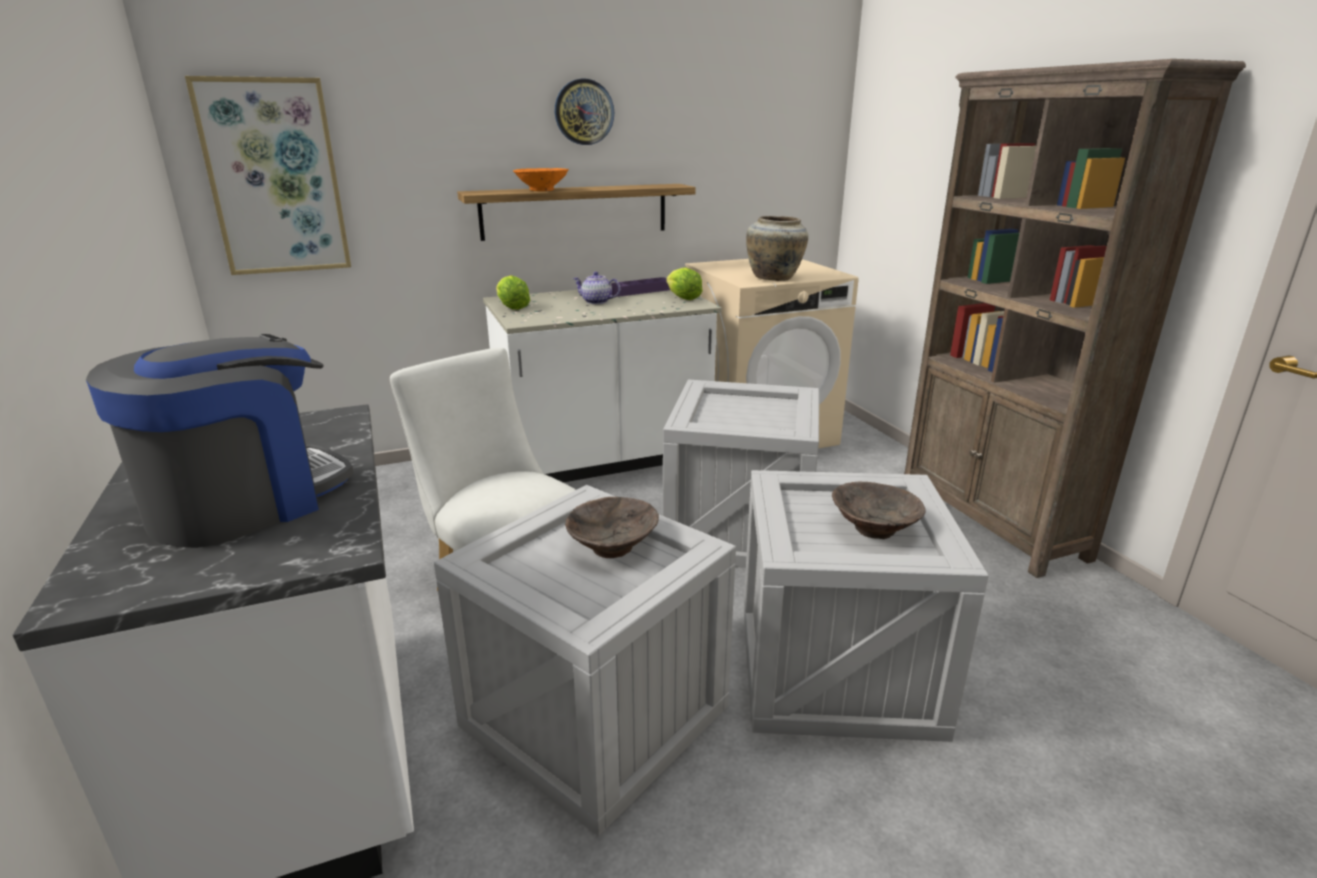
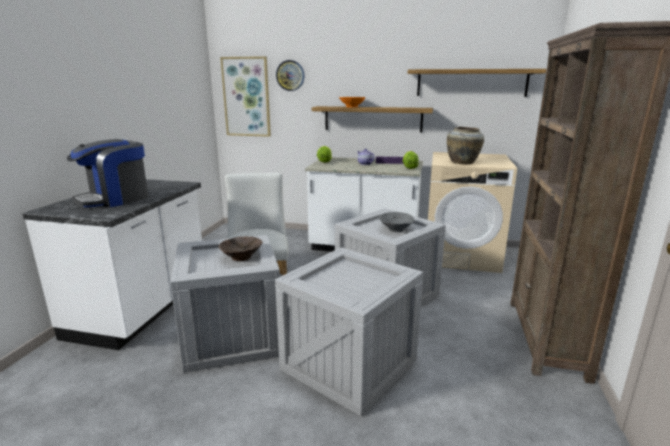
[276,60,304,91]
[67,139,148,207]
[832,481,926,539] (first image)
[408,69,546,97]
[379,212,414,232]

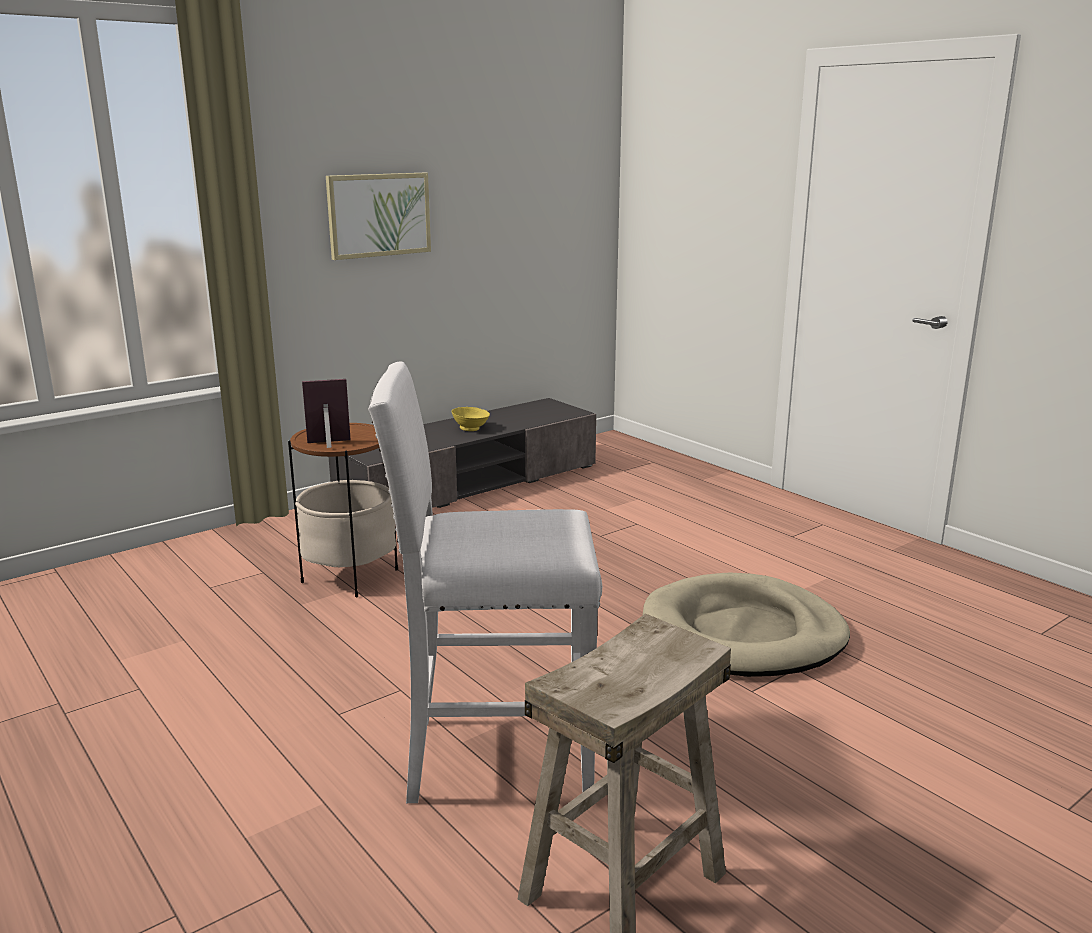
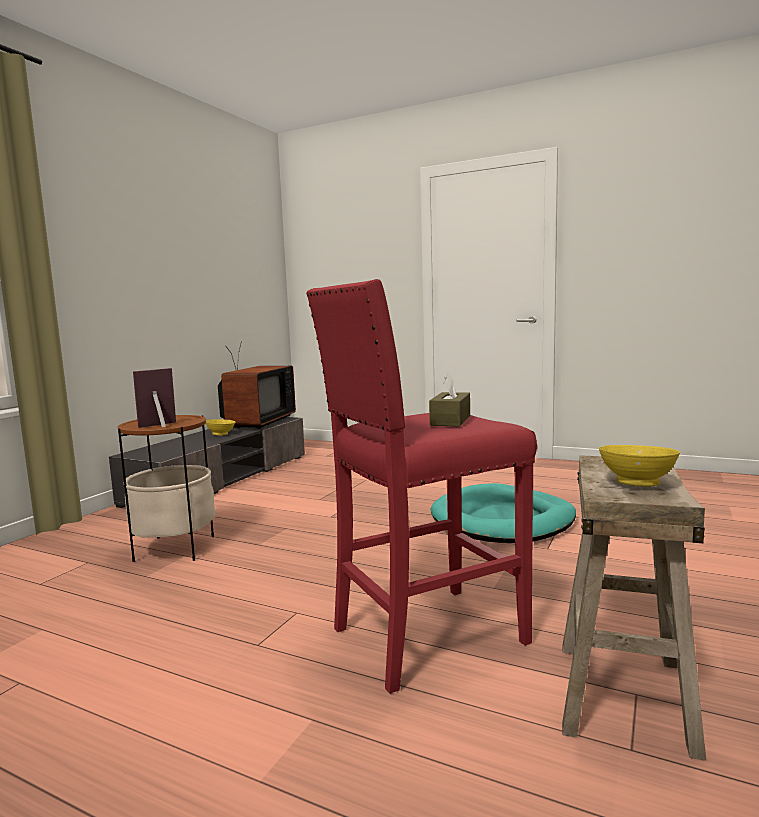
[326,173,431,260] (first image)
[306,279,537,694]
[431,483,576,543]
[218,341,296,429]
[429,373,470,427]
[599,445,680,487]

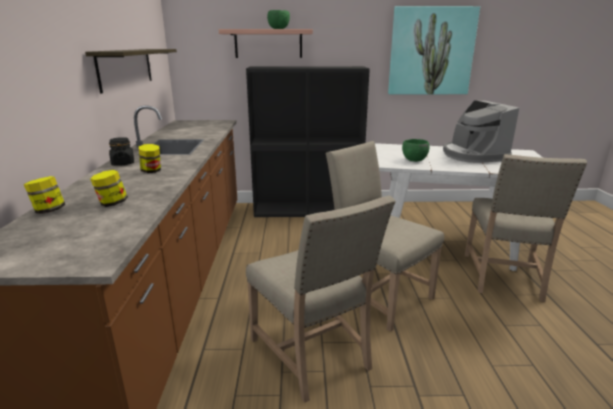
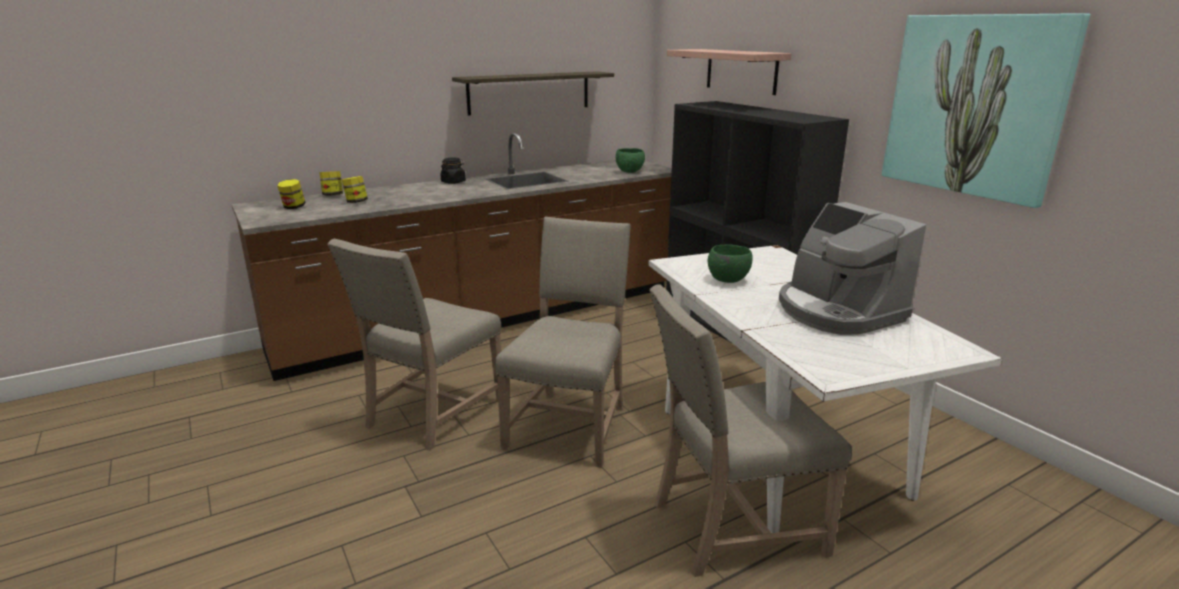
[616,148,645,173]
[779,202,926,335]
[277,179,306,209]

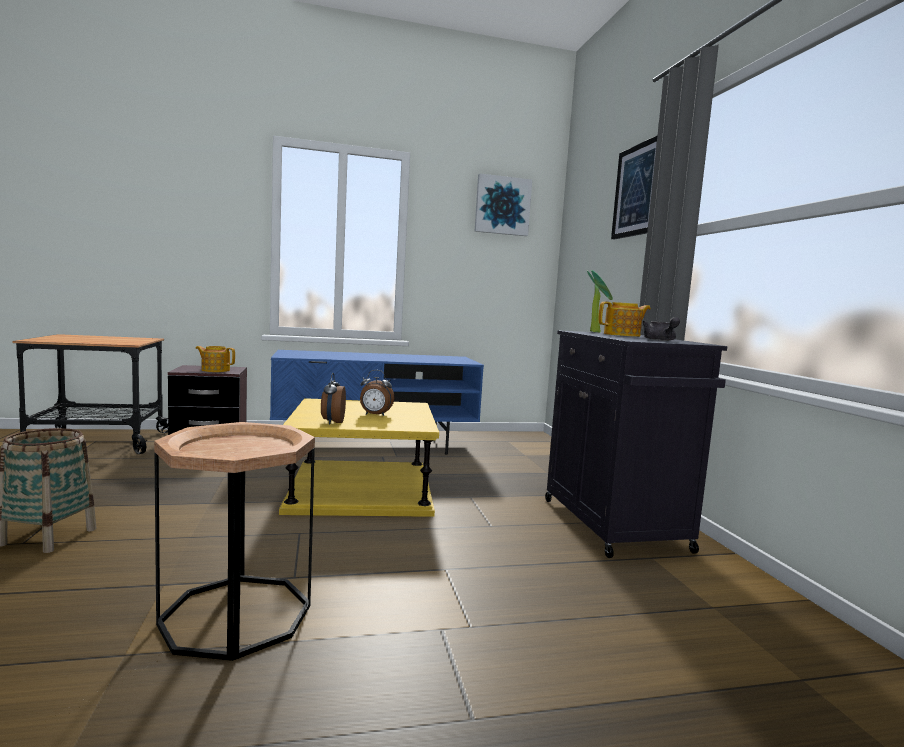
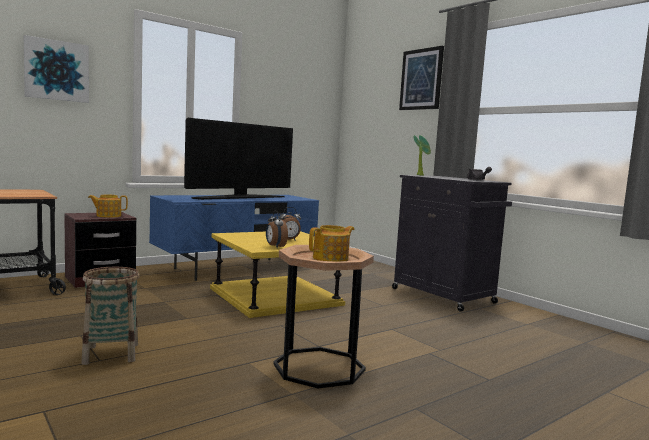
[24,35,89,103]
[309,225,355,261]
[184,118,293,200]

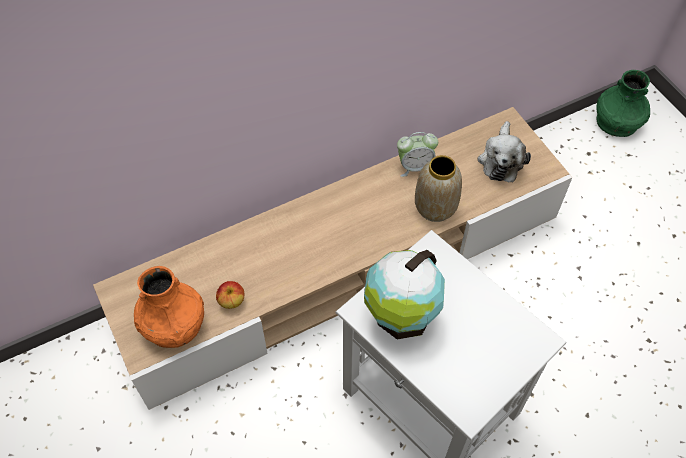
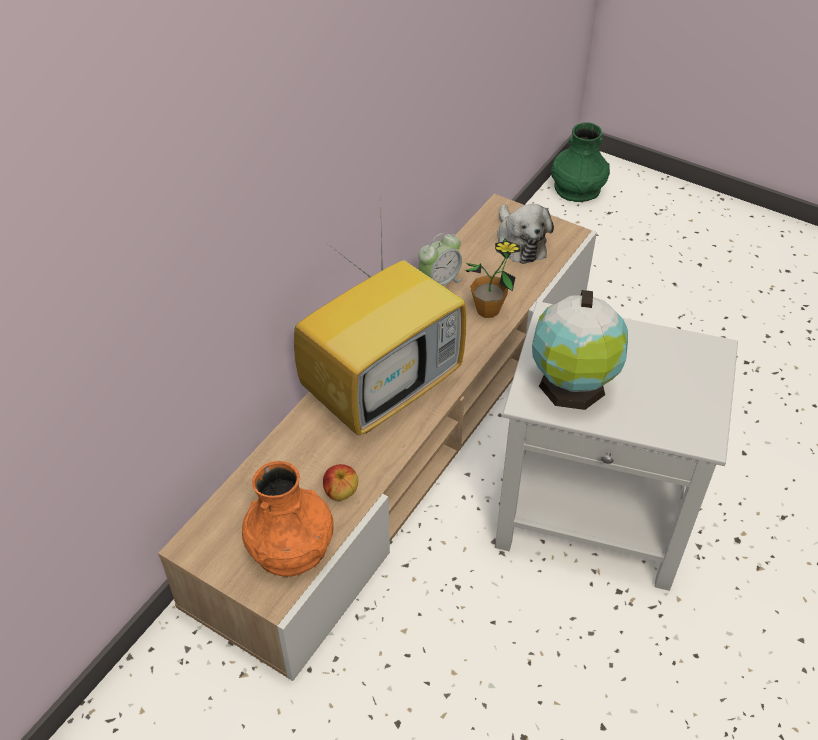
[465,238,520,318]
[294,220,466,436]

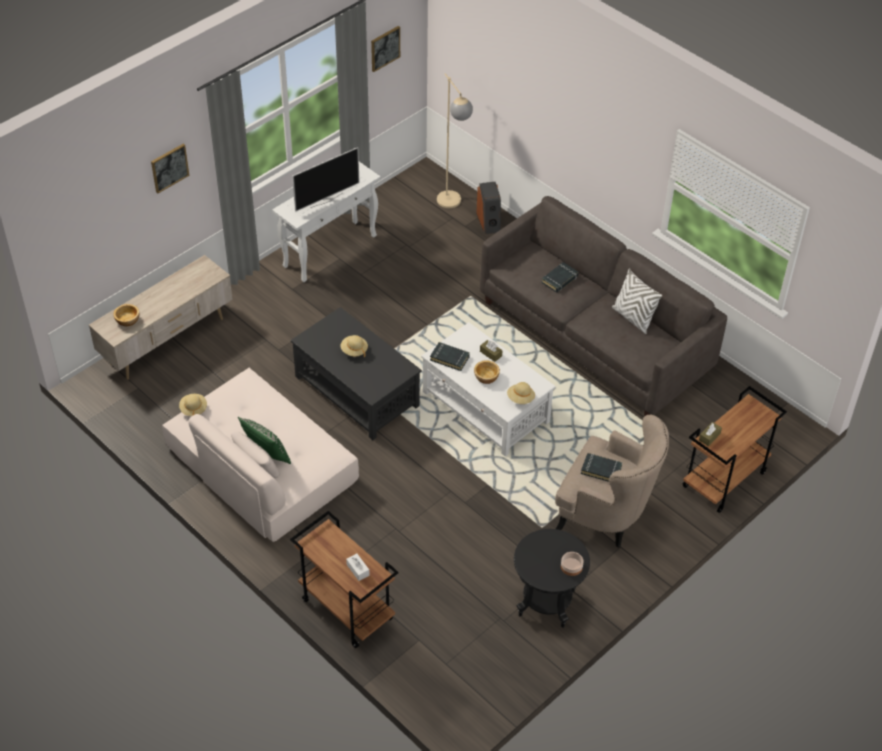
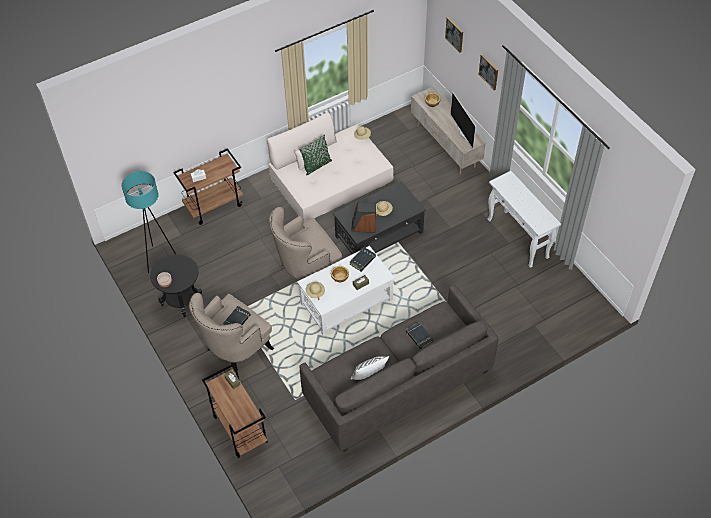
[445,17,463,52]
[437,73,473,208] (first image)
[450,92,476,149]
[351,202,376,233]
[121,171,176,273]
[269,207,342,281]

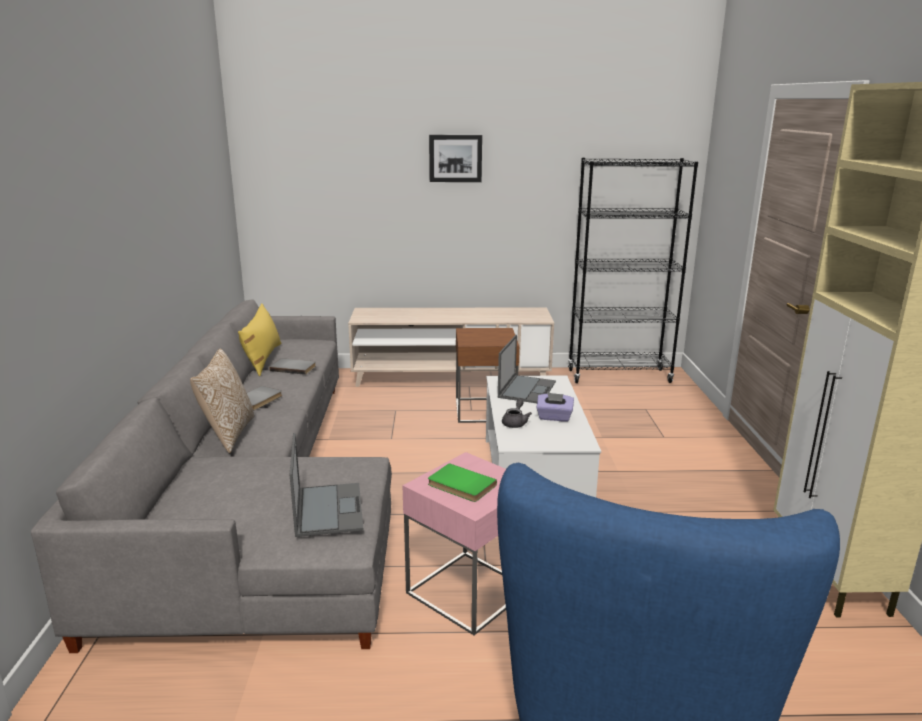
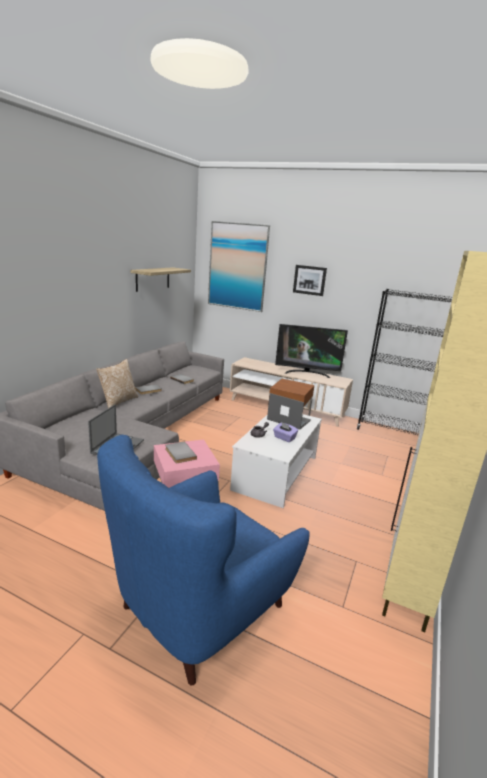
[238,303,281,376] (first image)
[267,393,311,430]
[165,441,197,463]
[208,221,270,312]
[130,267,191,292]
[275,324,348,378]

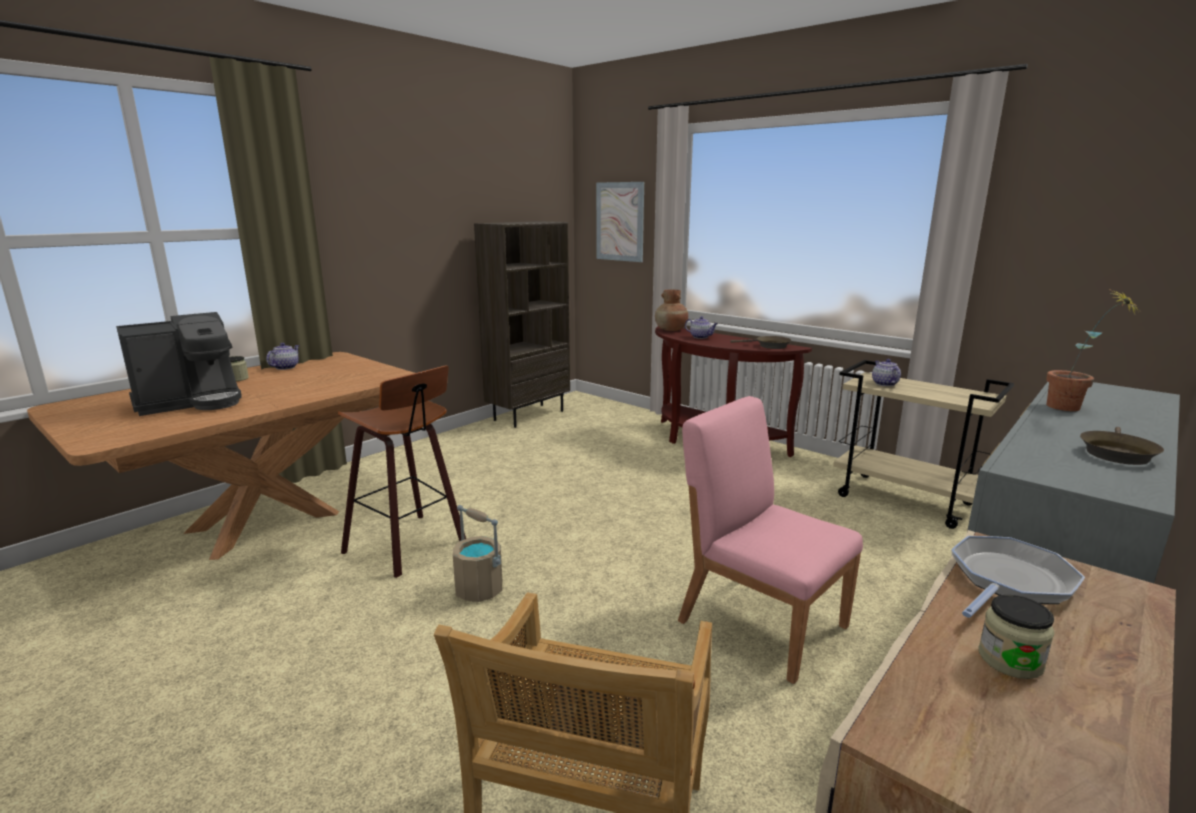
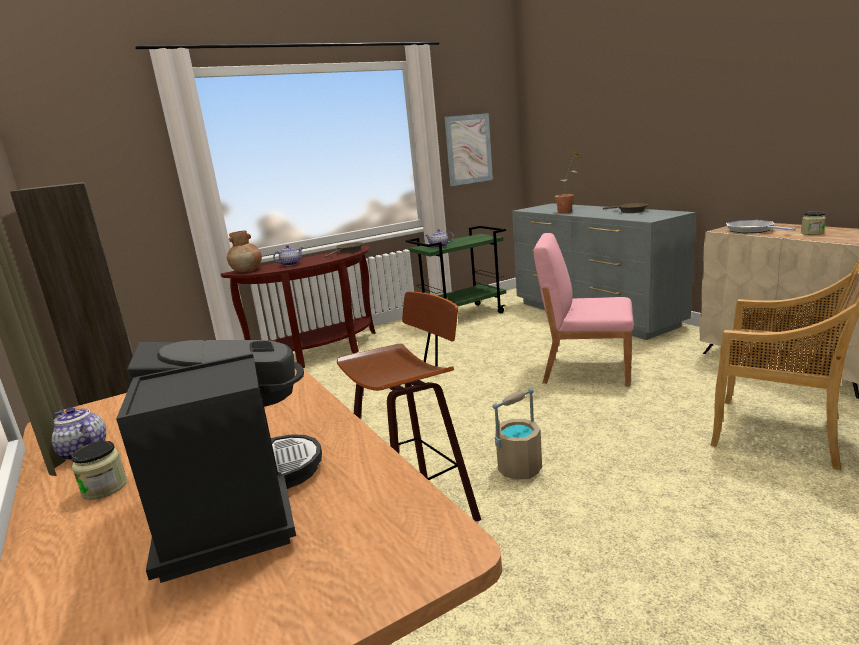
[444,113,493,186]
[405,226,506,313]
[533,233,634,387]

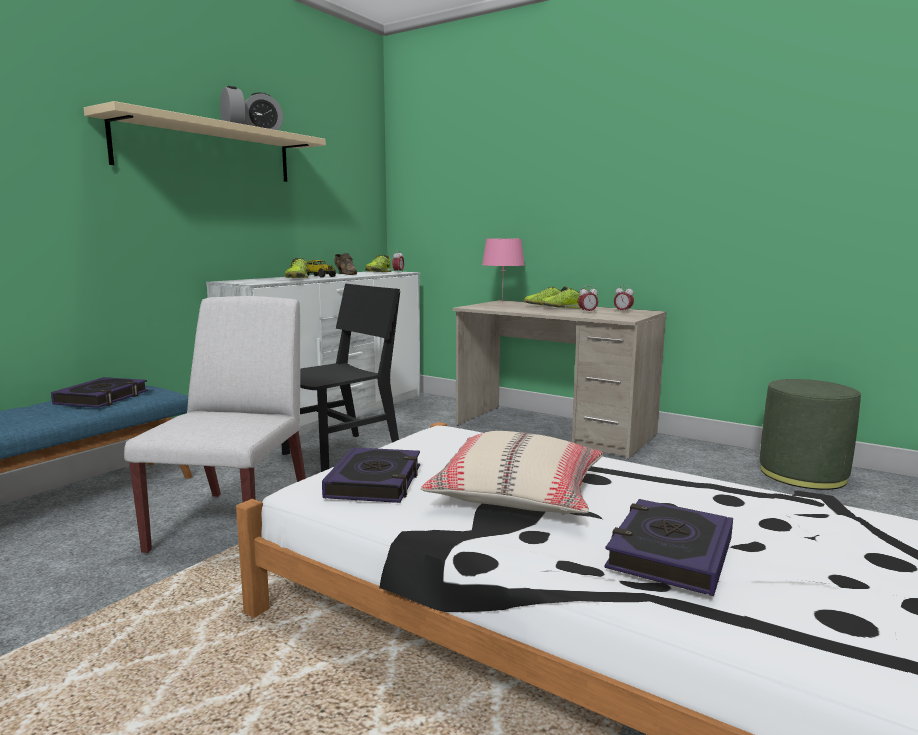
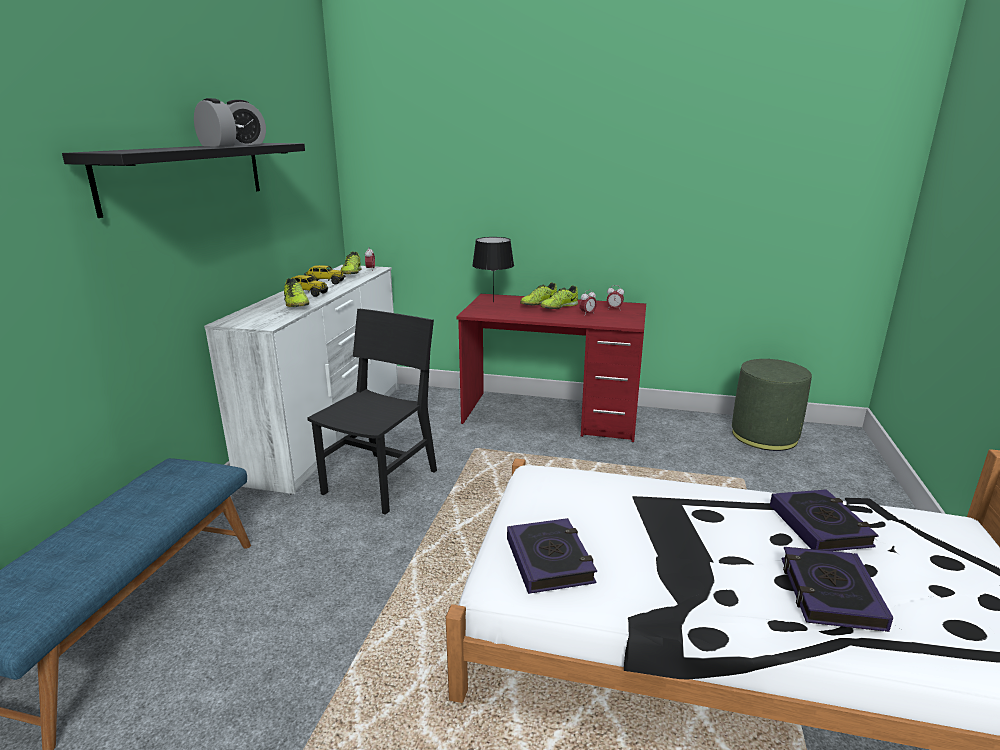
[62,143,305,218]
[472,237,514,303]
[304,265,346,285]
[124,296,306,554] (first image)
[457,294,646,442]
[770,489,879,551]
[421,431,603,515] (first image)

